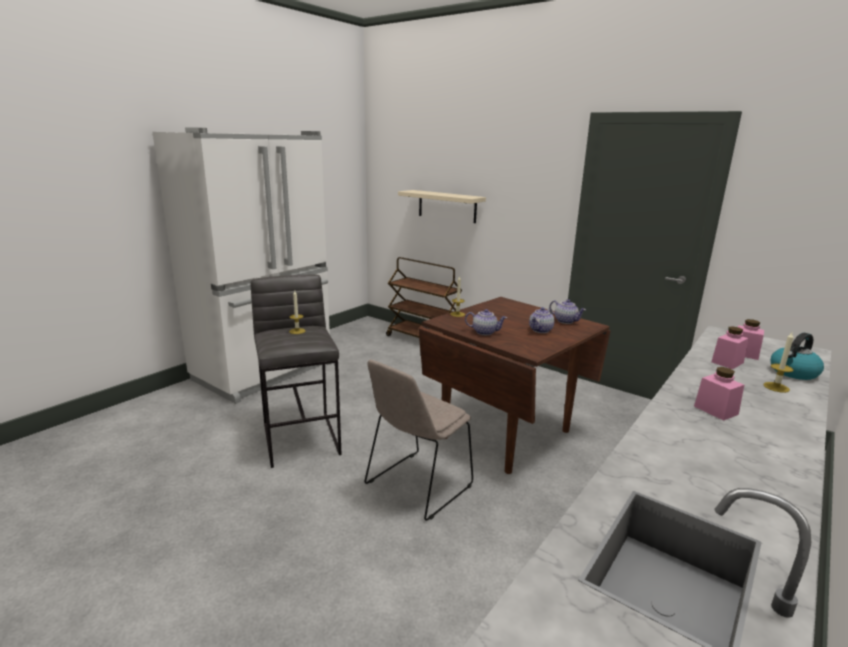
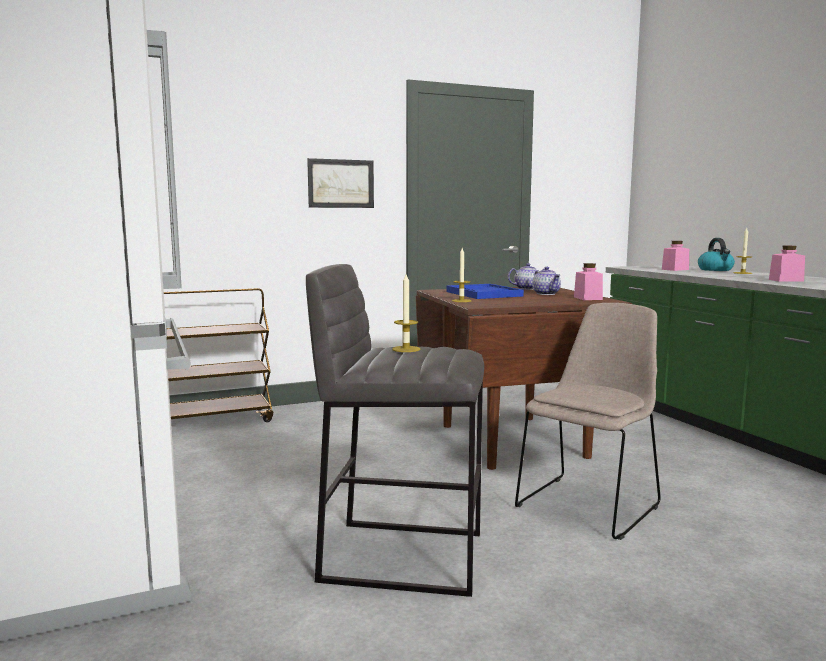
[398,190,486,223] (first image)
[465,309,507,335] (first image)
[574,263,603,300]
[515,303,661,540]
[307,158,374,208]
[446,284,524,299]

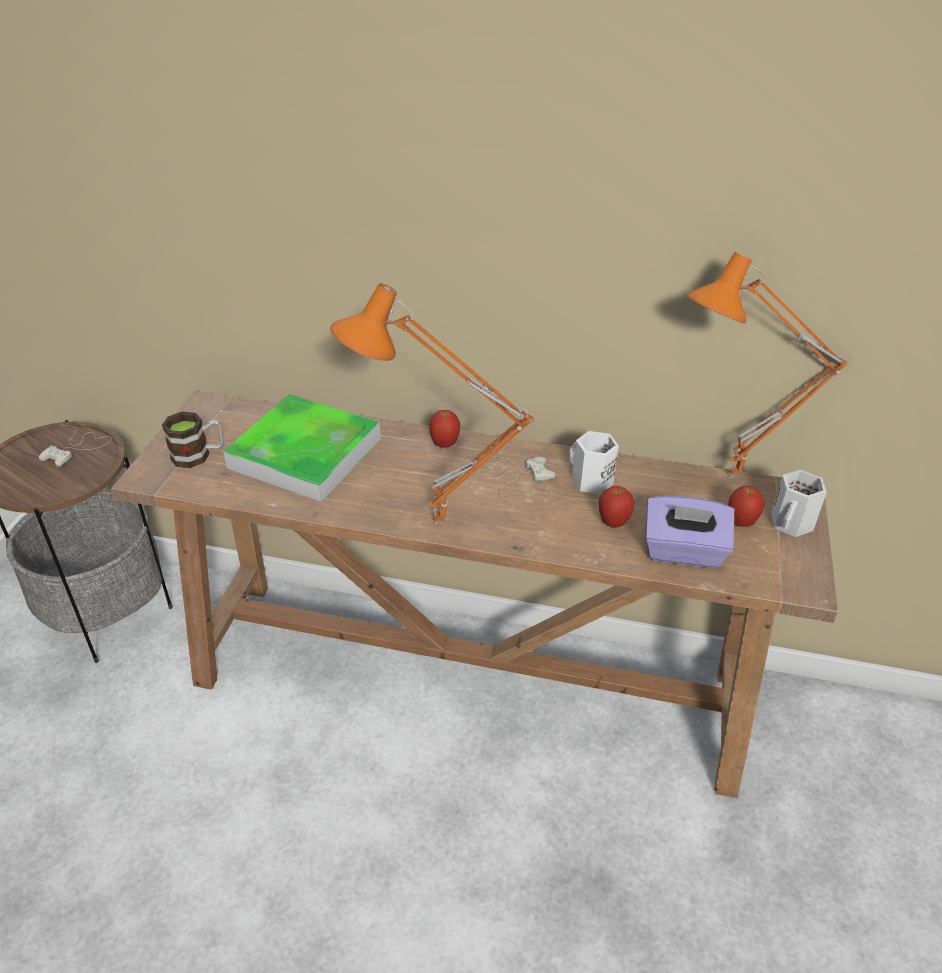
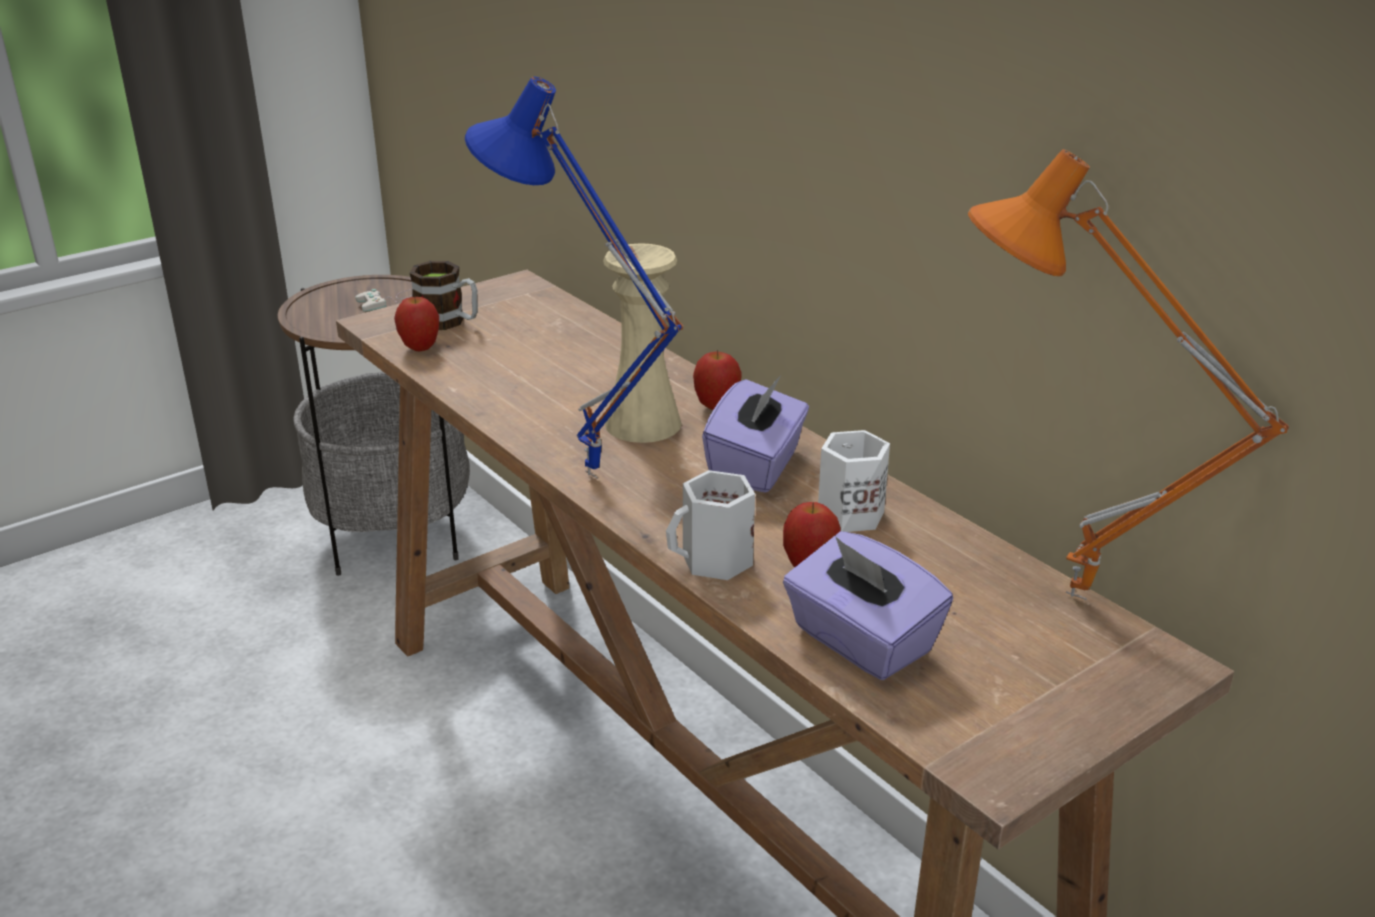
[465,77,683,478]
[223,394,381,502] (first image)
[702,375,809,493]
[666,470,755,580]
[394,295,439,351]
[603,243,682,443]

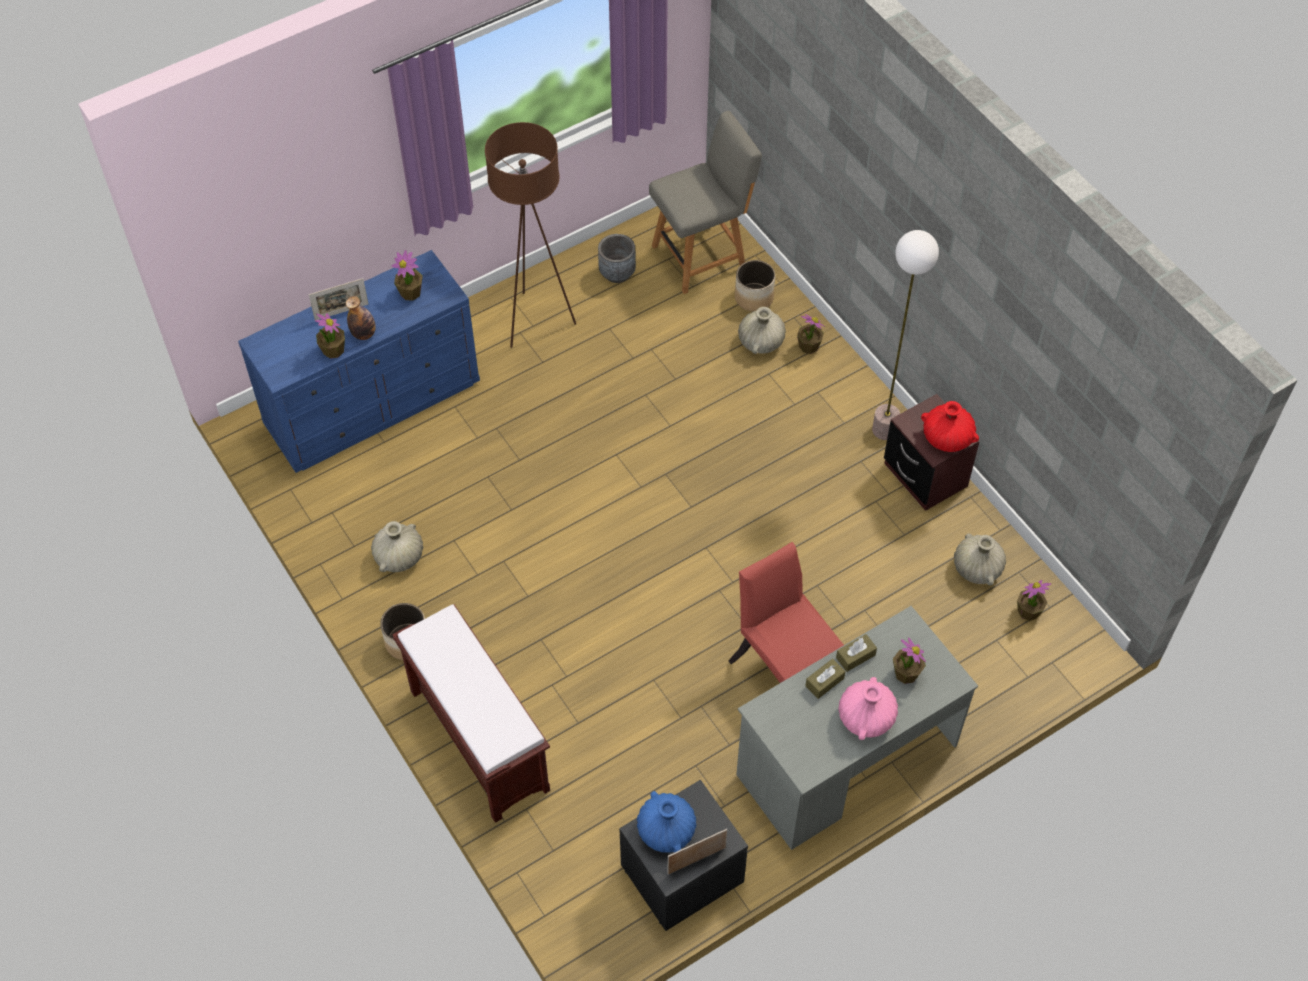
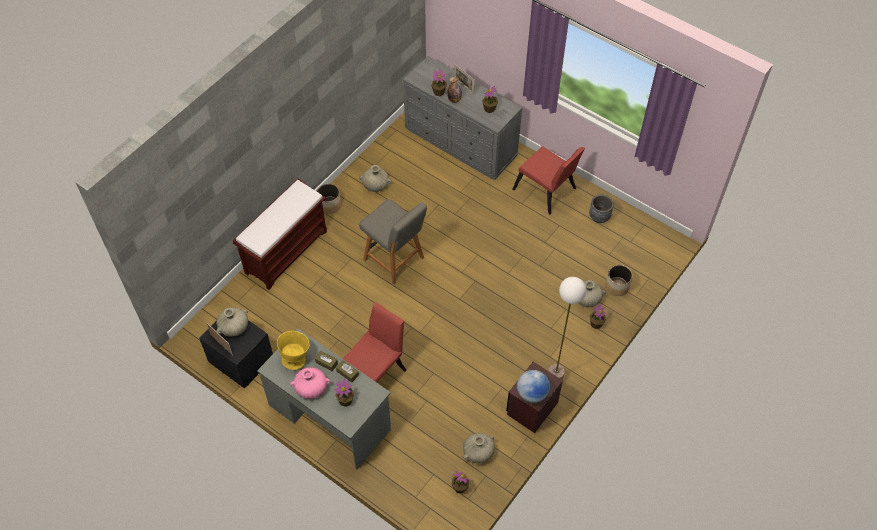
[359,199,427,284]
[513,146,585,214]
[403,56,522,180]
[517,370,550,403]
[216,307,248,337]
[277,331,310,370]

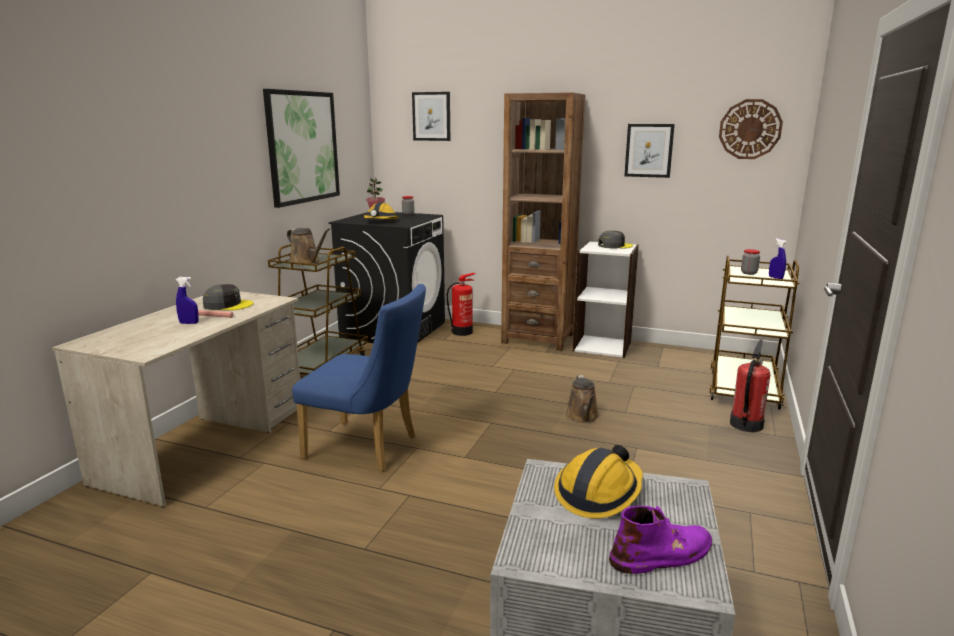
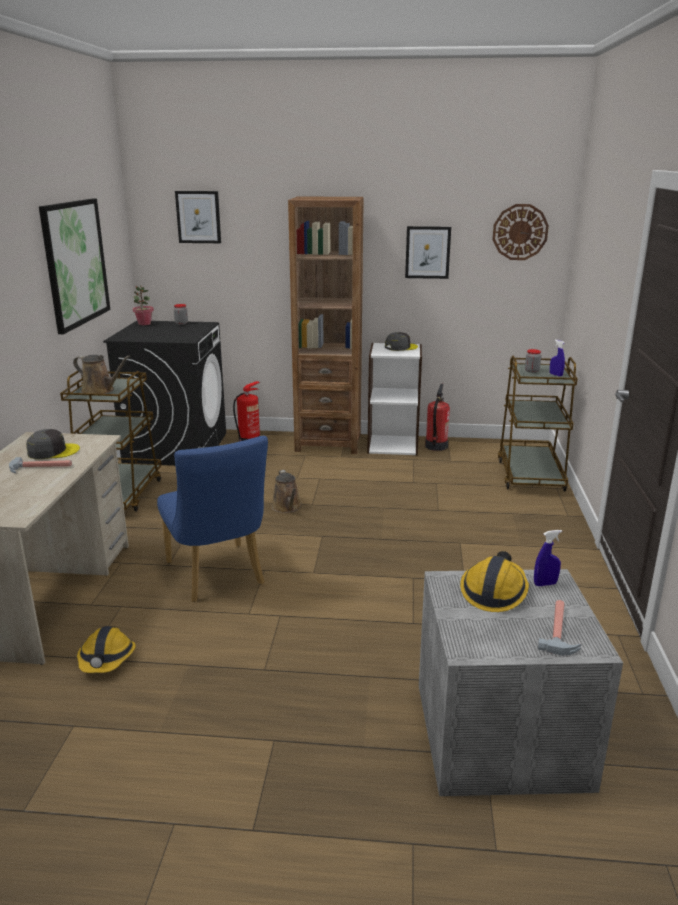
[77,626,136,673]
[534,530,562,586]
[157,436,268,602]
[425,383,450,451]
[271,470,302,513]
[538,600,581,655]

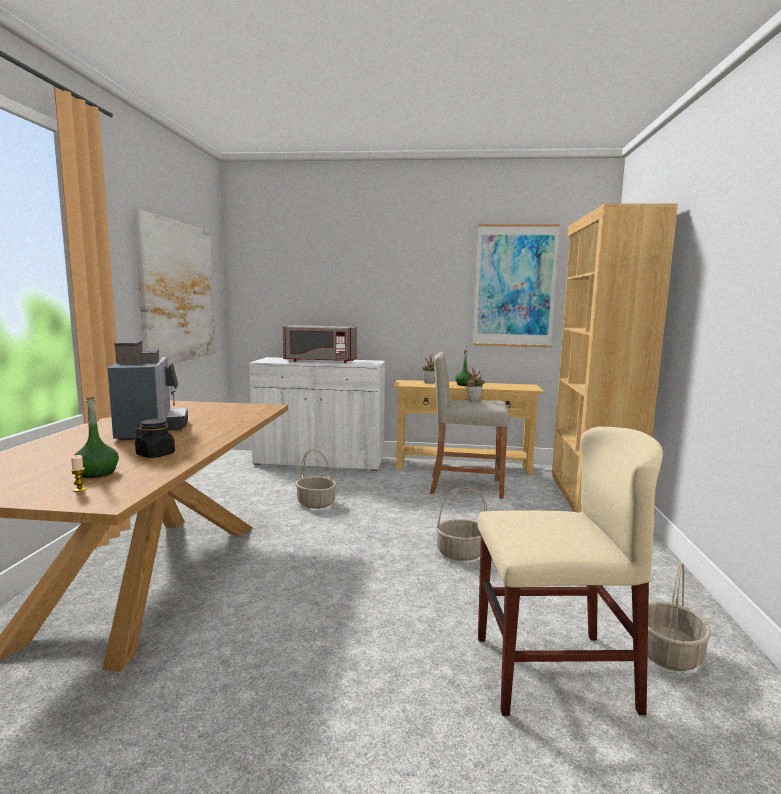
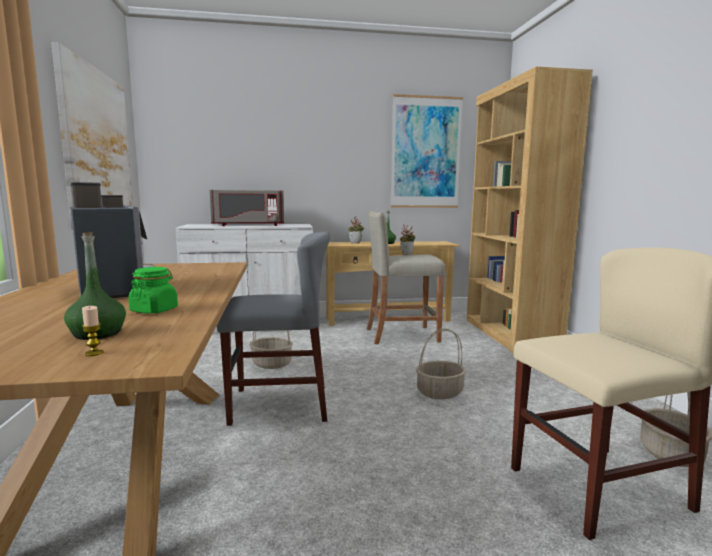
[128,267,178,314]
[217,232,330,426]

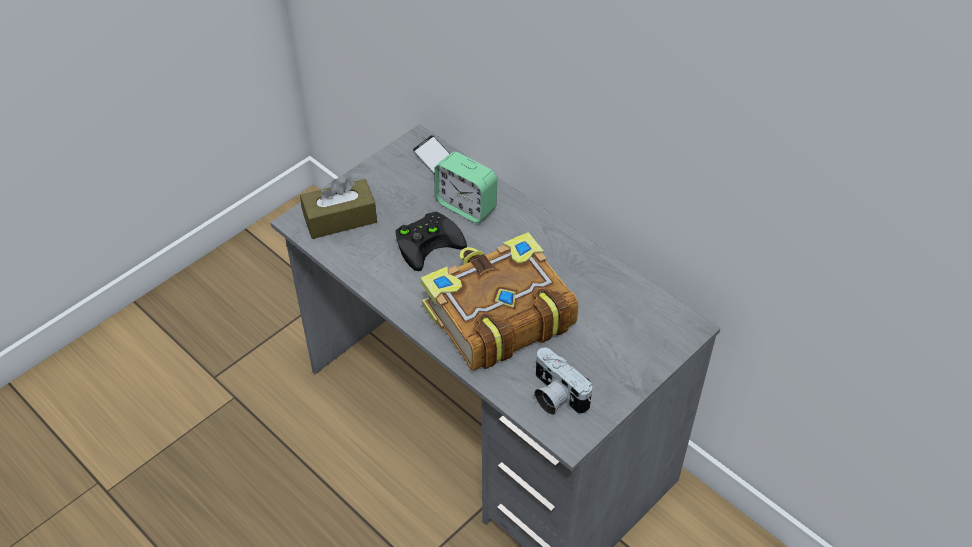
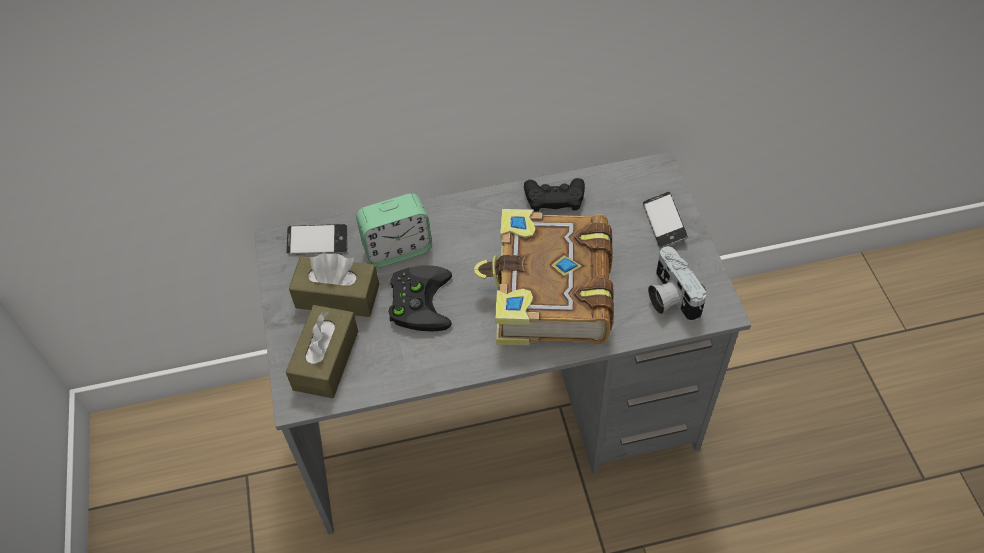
[648,246,707,321]
[524,178,585,212]
[643,192,688,248]
[289,253,379,317]

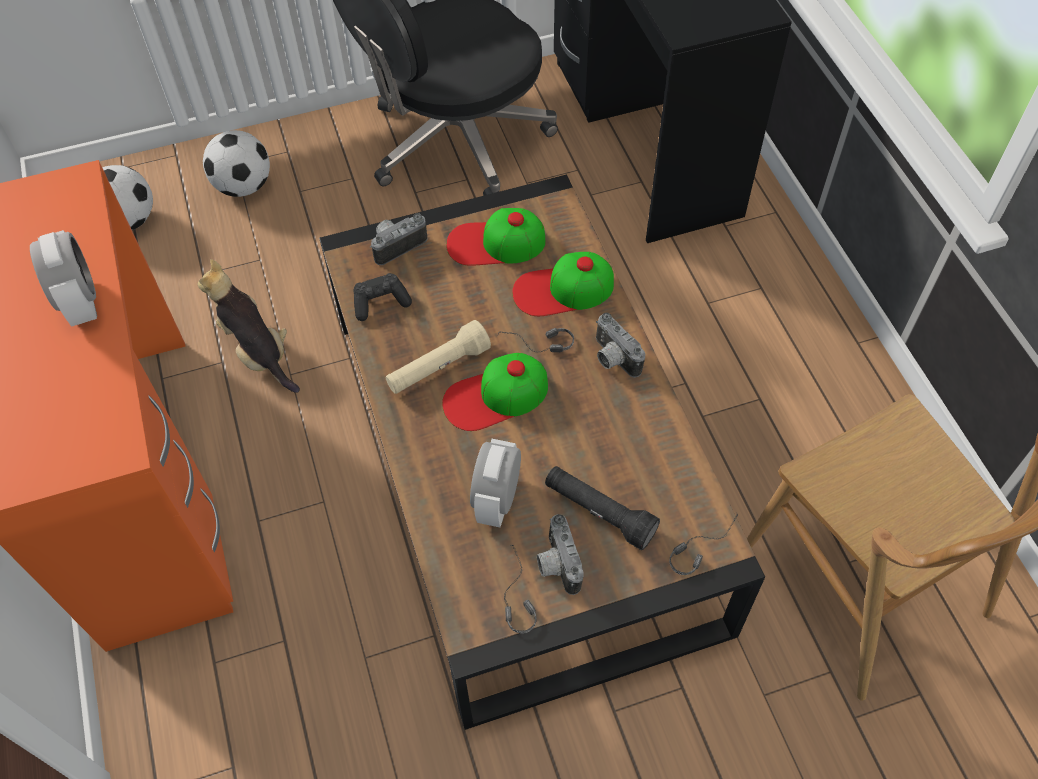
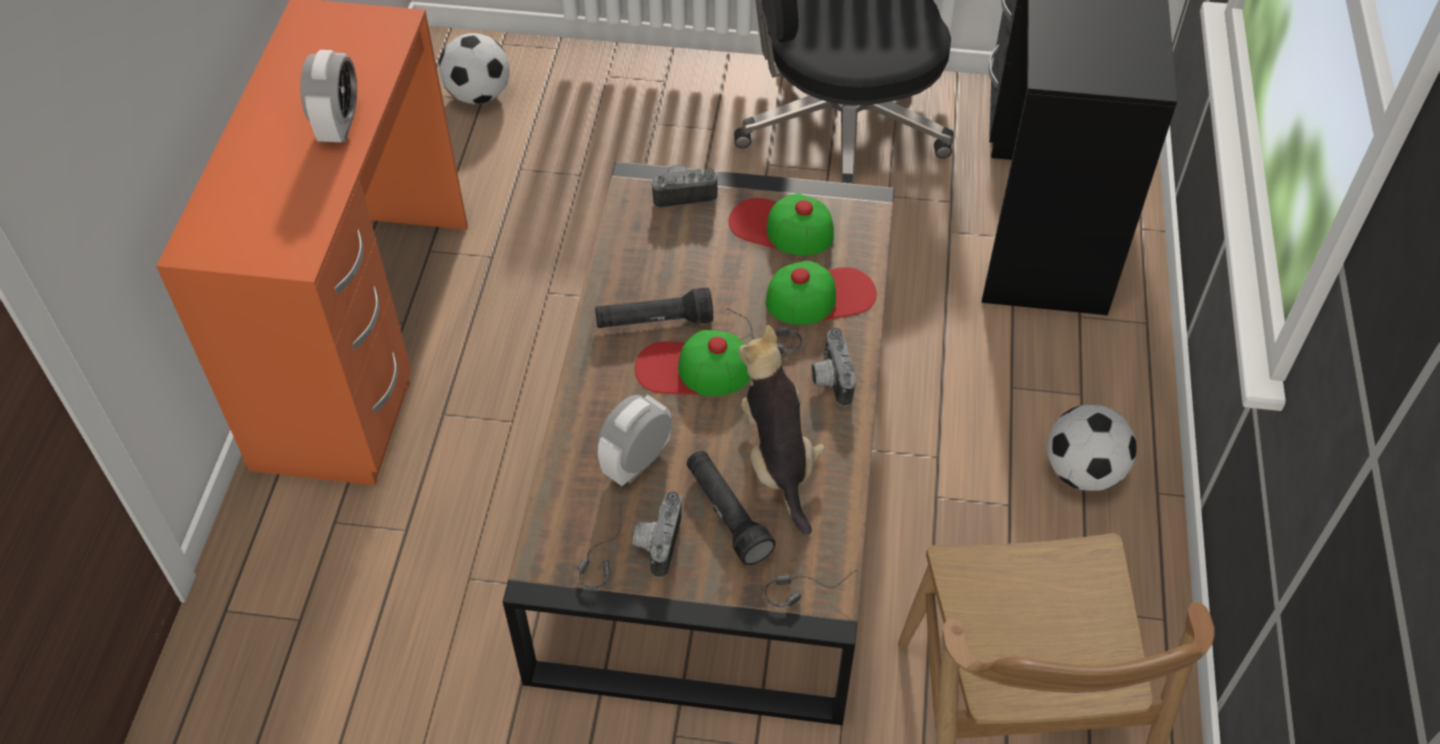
[1047,405,1137,491]
[766,261,877,325]
[738,325,825,535]
[354,273,412,321] (first image)
[595,288,713,328]

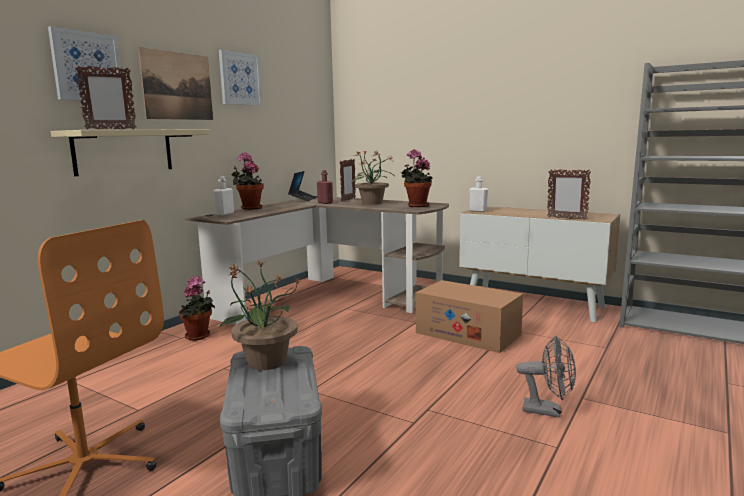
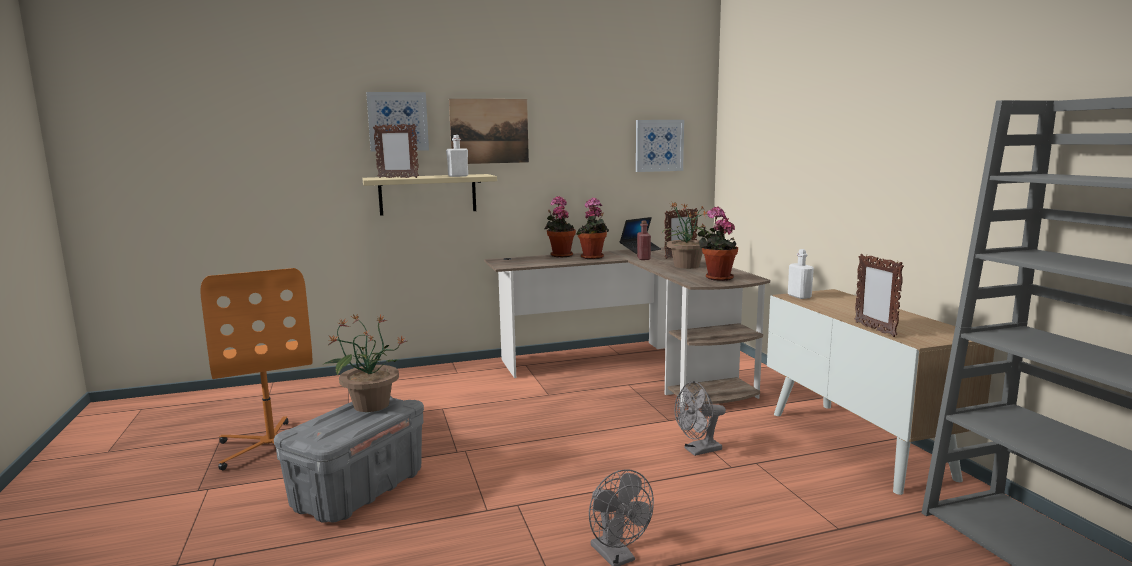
[636,120,684,172]
[446,135,468,177]
[576,197,609,259]
[674,381,726,456]

